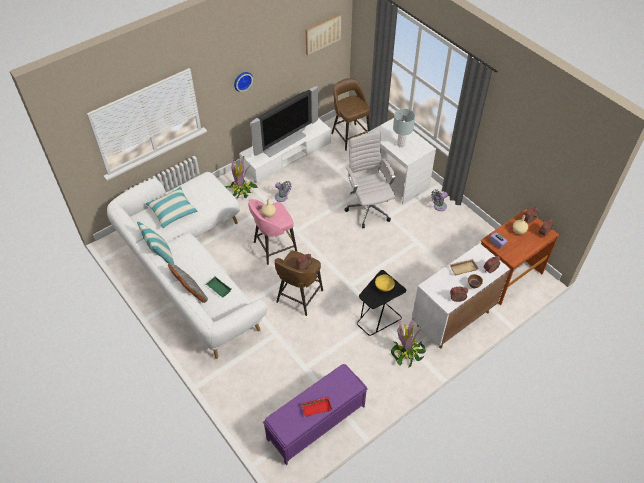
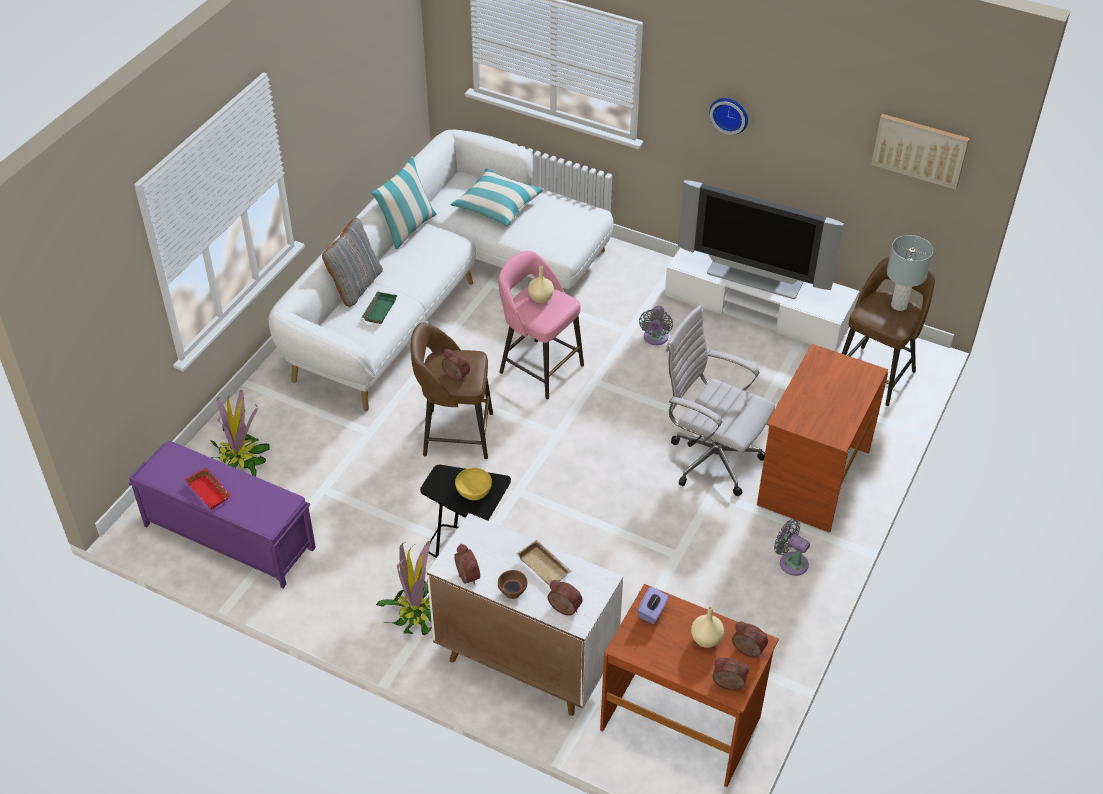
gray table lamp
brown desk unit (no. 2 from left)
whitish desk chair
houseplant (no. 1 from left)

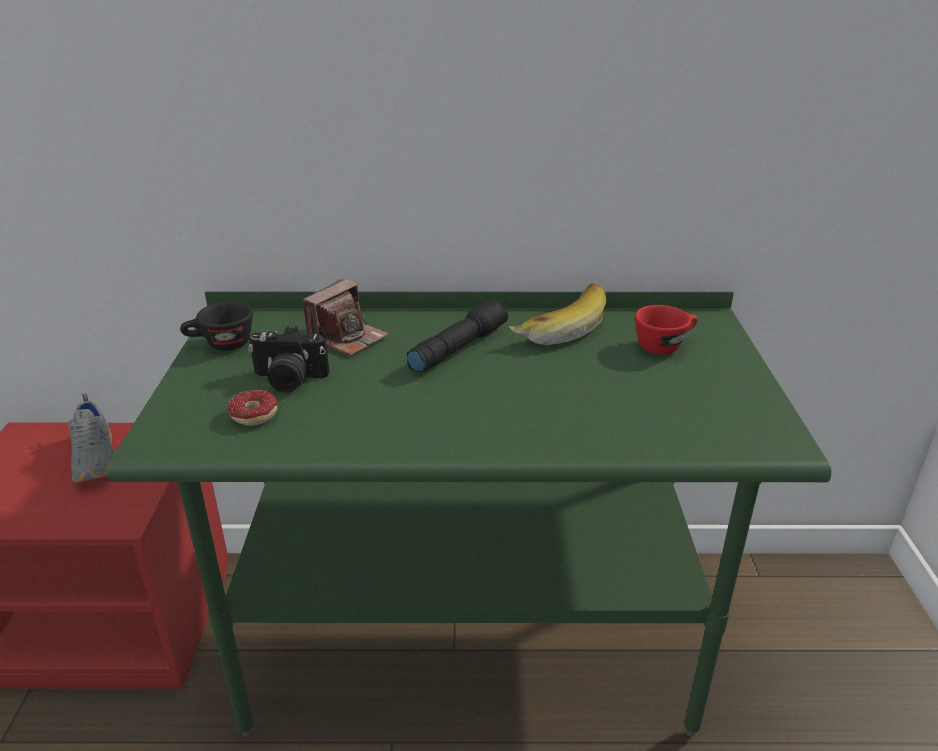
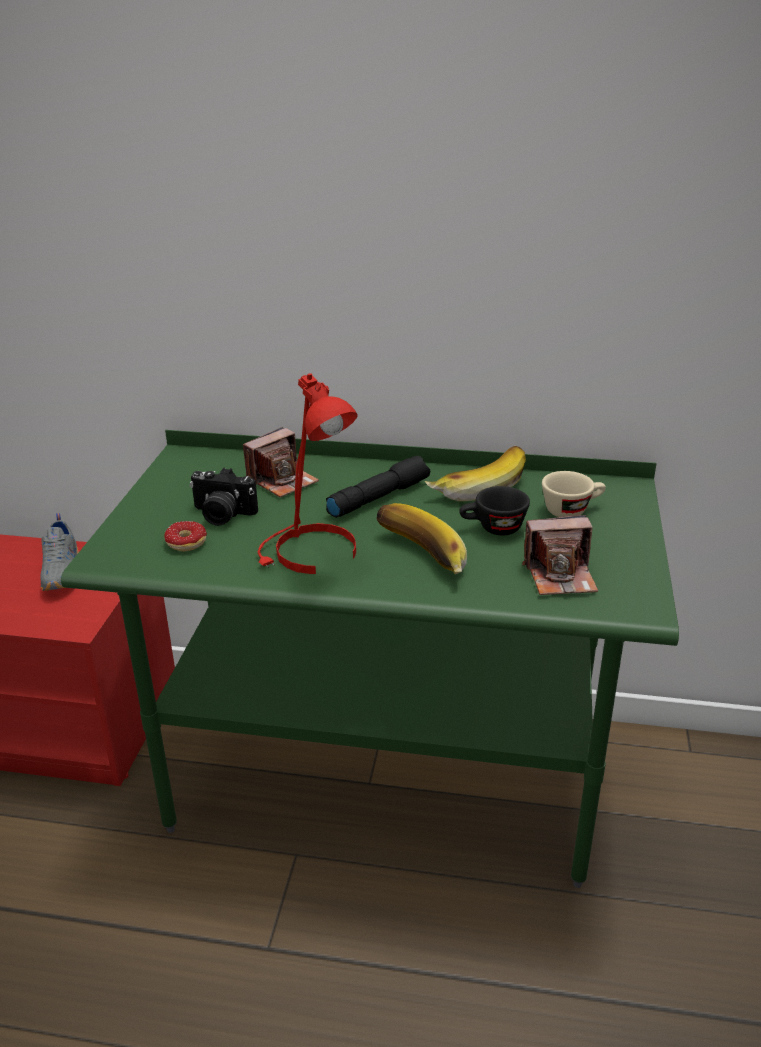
black small cup
beige-coloured small cup
reddish table lamp
banana fruit (no. 1 from left)
still camera (no. 3 from left)

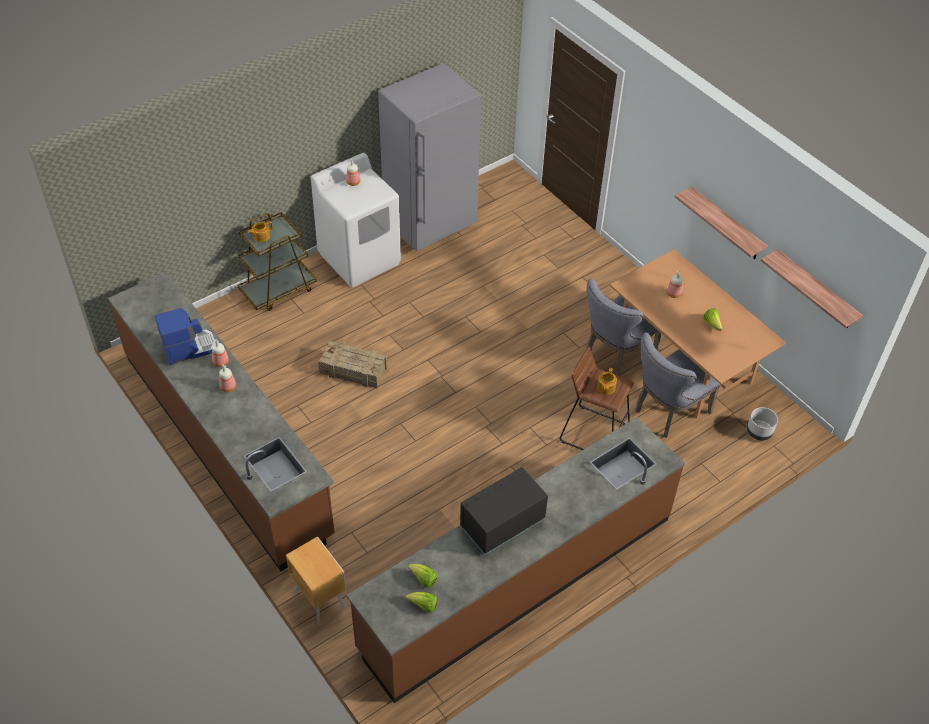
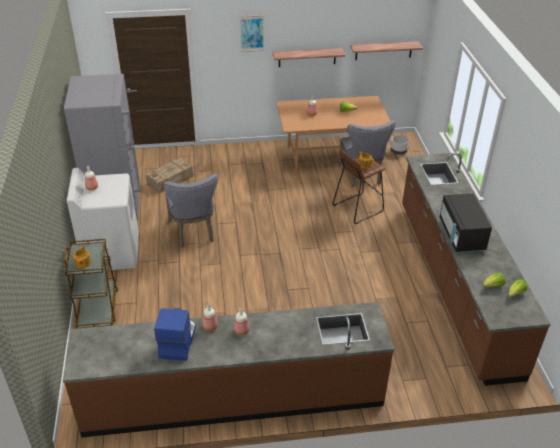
gray upright chair (no. 1 from left)
shipping crate
brown bedside table
picture

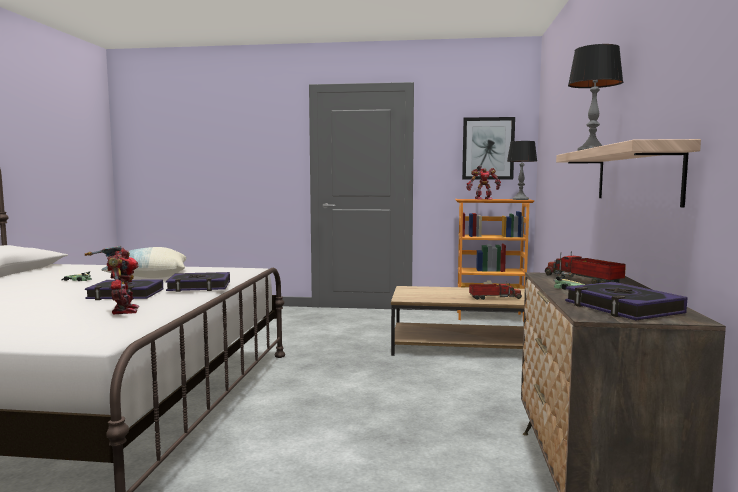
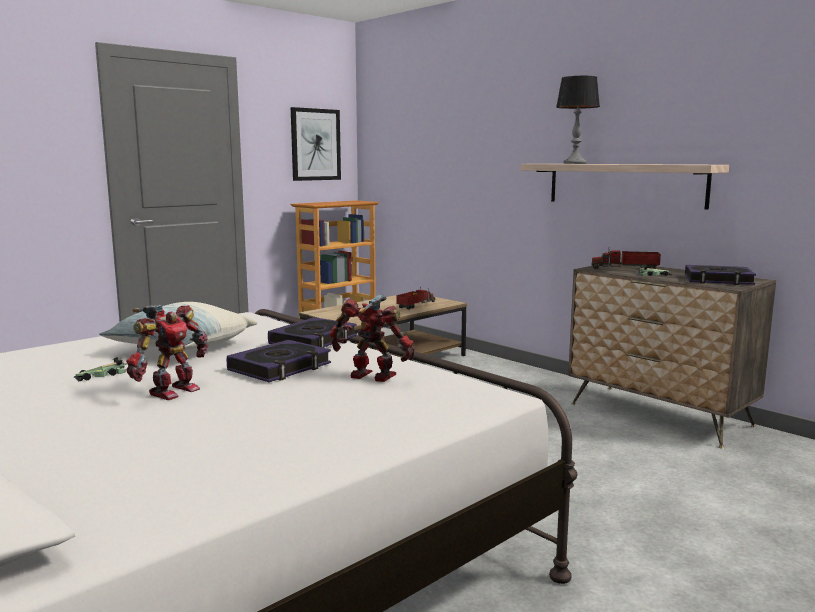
table lamp (no. 1 from left in the first image)
robot figure (no. 1 from left)

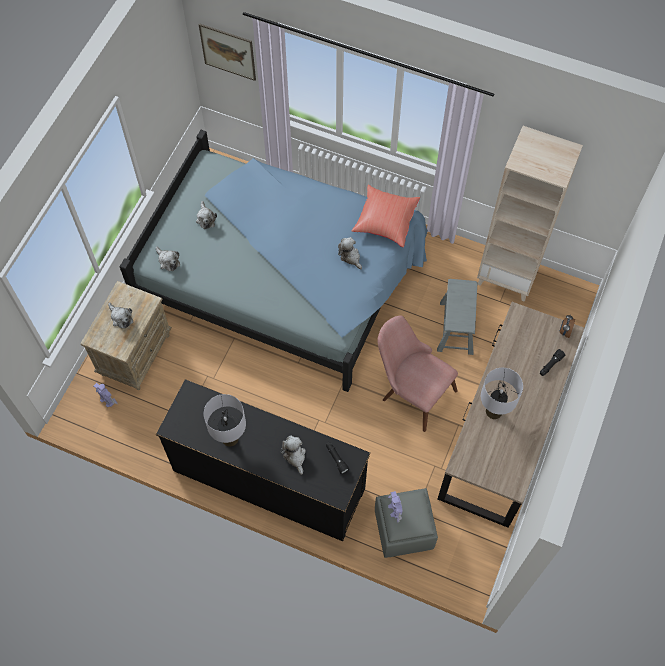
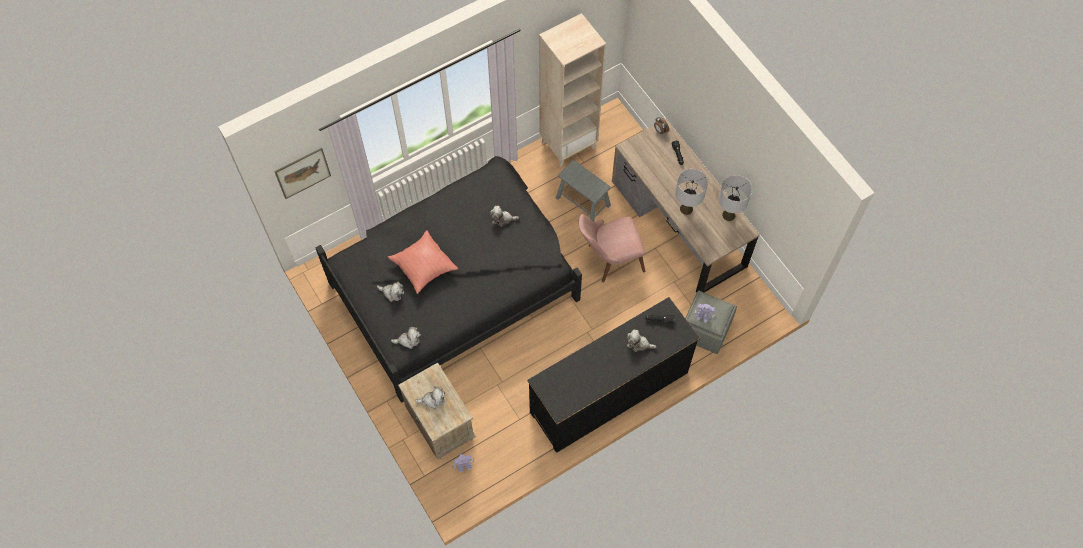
black sleeping bed
reddish throw pillow
gray table lamp (no. 2 from left)

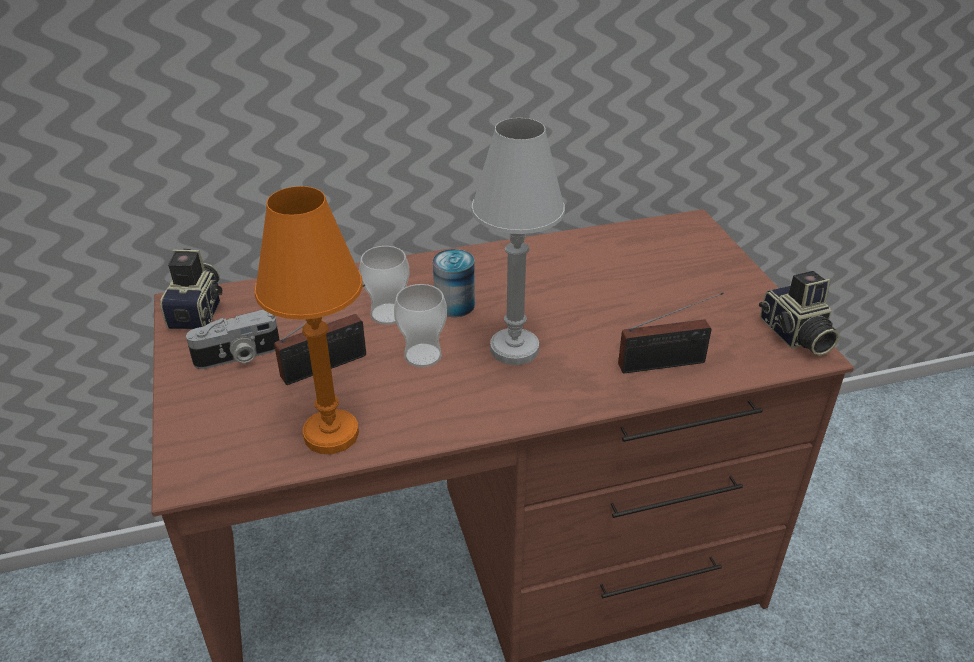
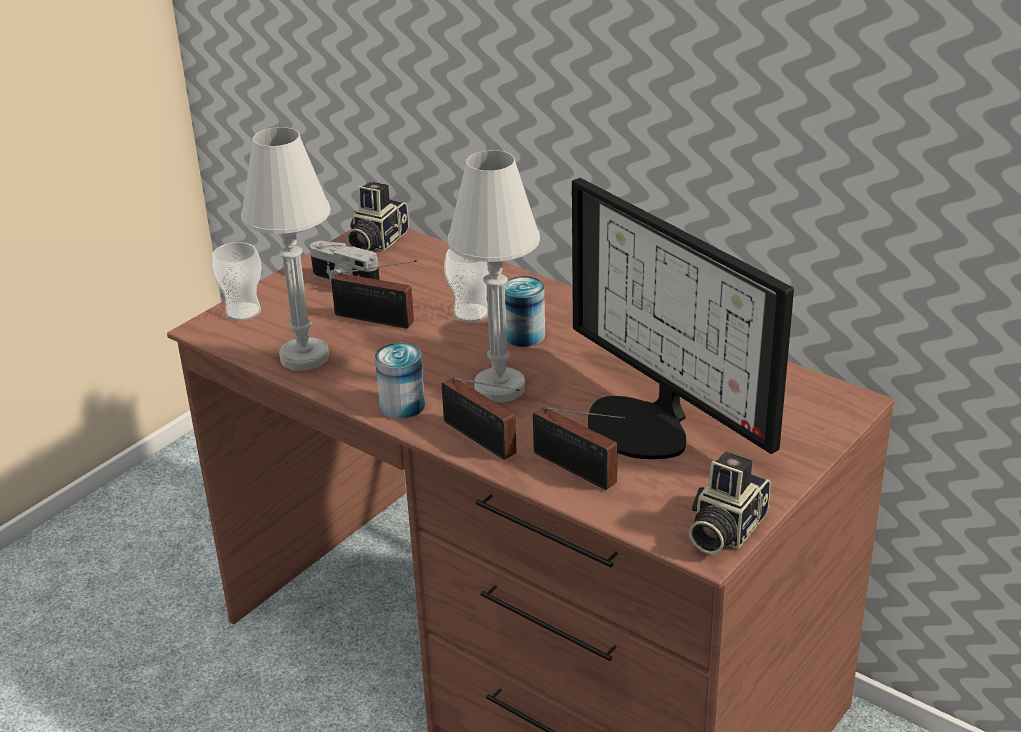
whitish table lamp (no. 1 from left)
still camera (no. 2 from left)
small cup (no. 1 from left)
computer screen
metal can (no. 1 from left)
radio receiver (no. 2 from left)

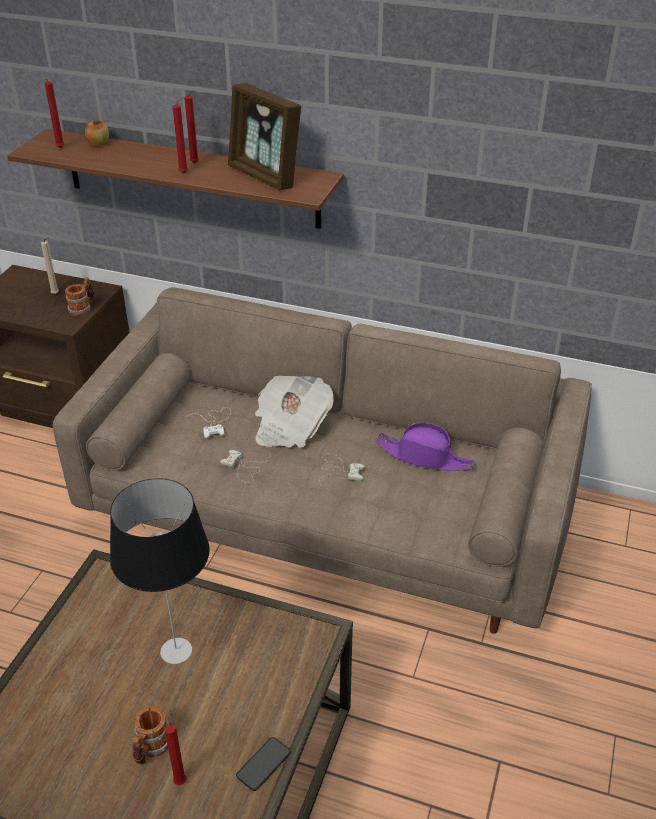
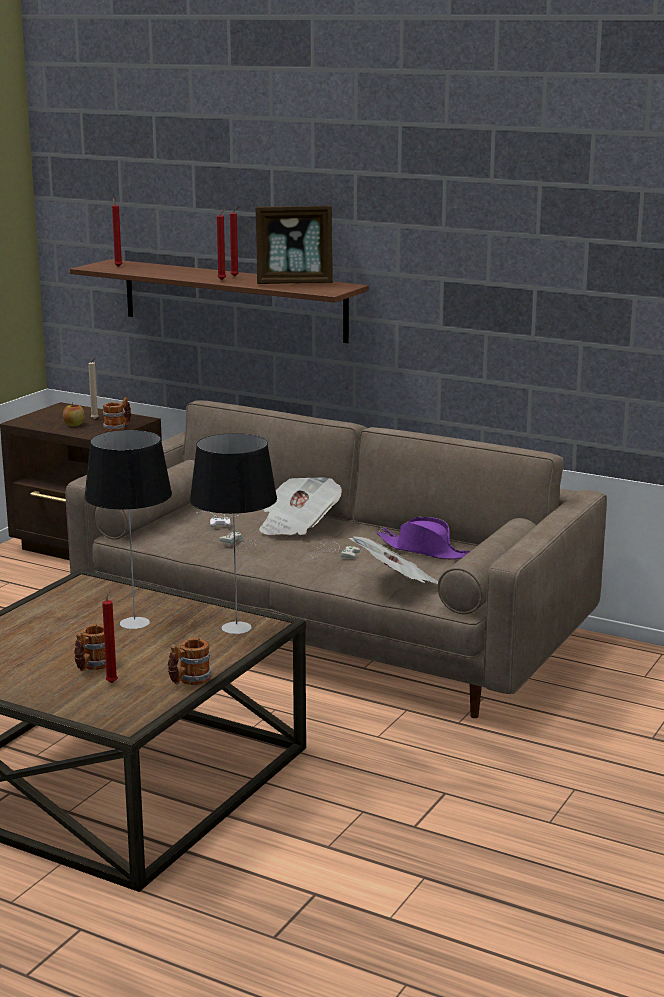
photo frame
whole apple
tea mug (no. 3 from left)
table lamp (no. 2 from left)
newspaper (no. 2 from left)

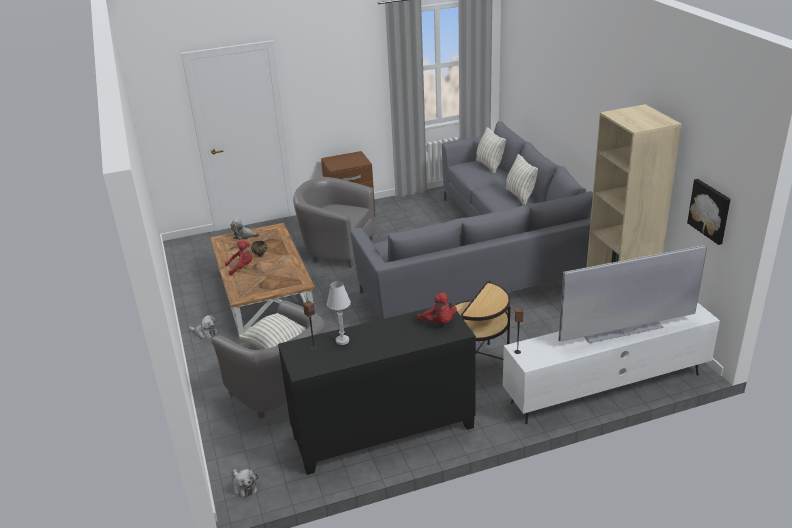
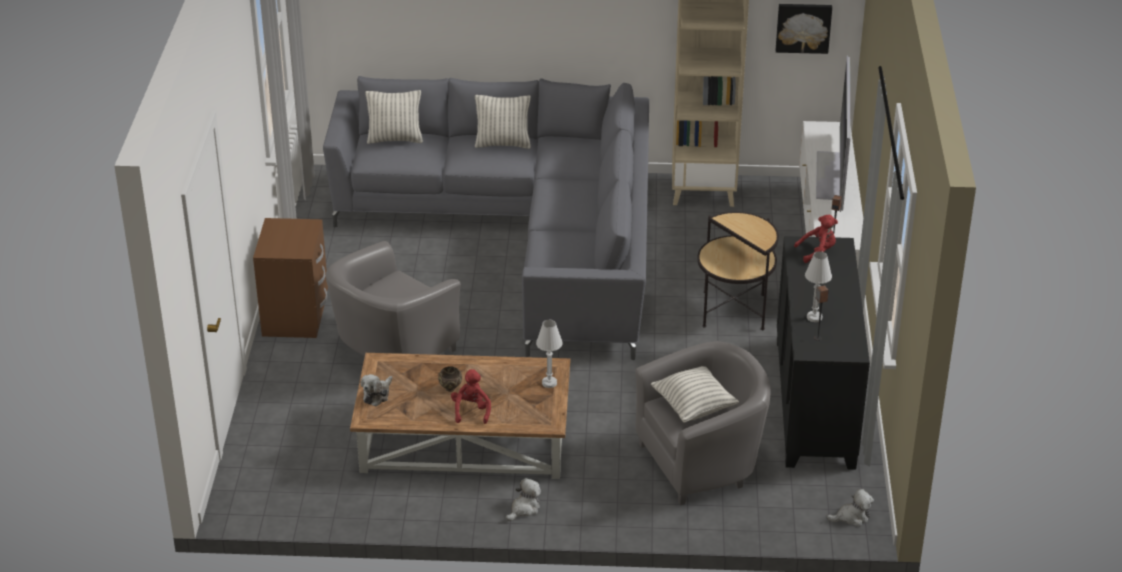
whitish table lamp (no. 1 from left)

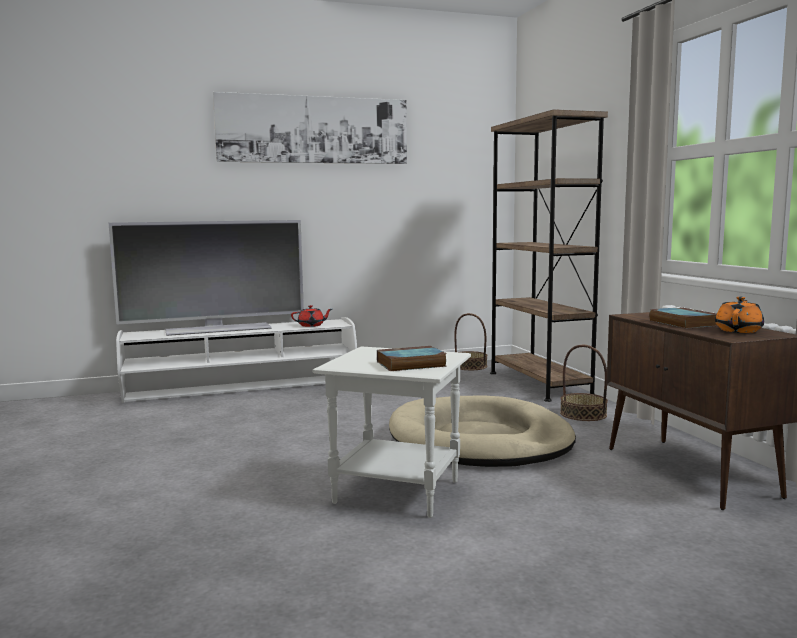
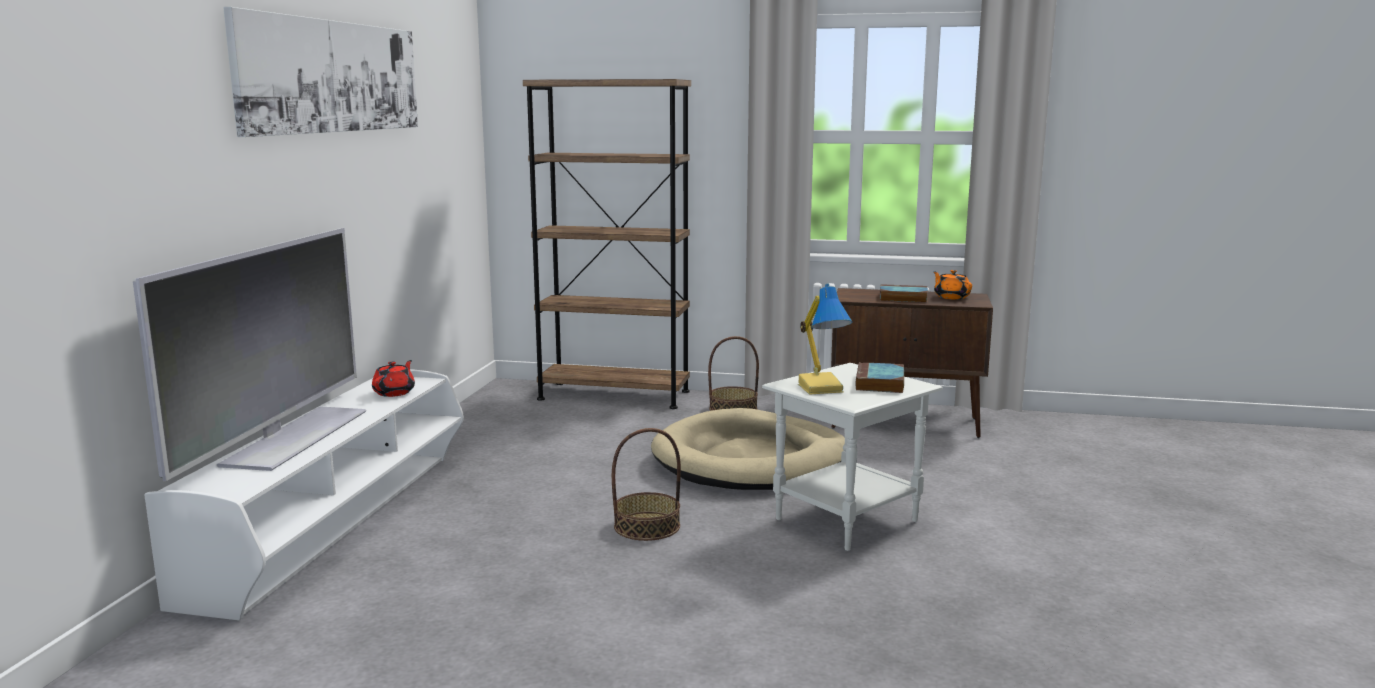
household basket (no. 1 from left)
table lamp

